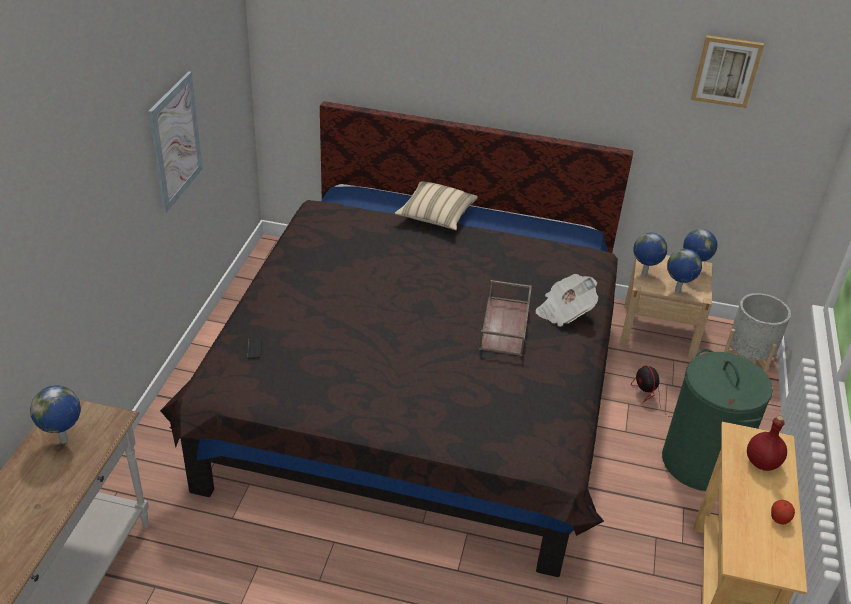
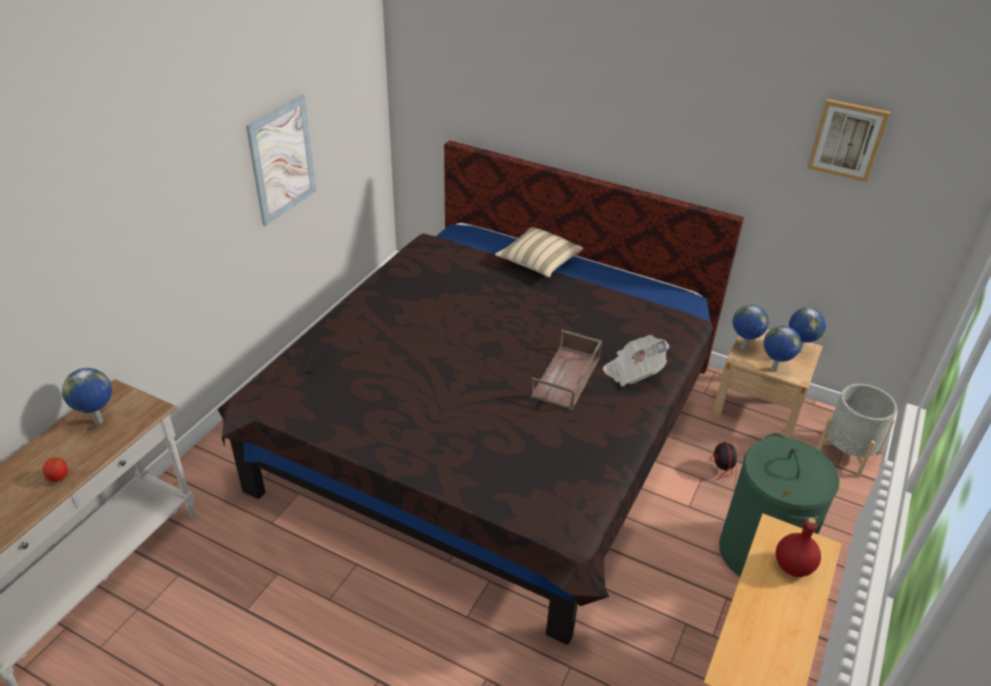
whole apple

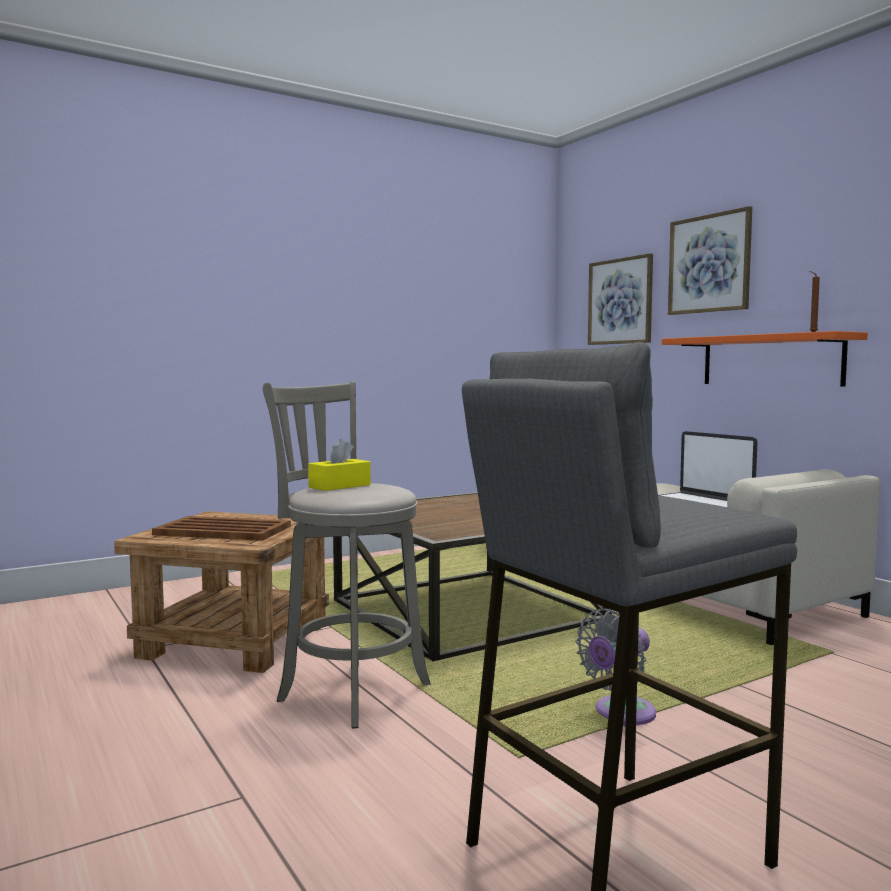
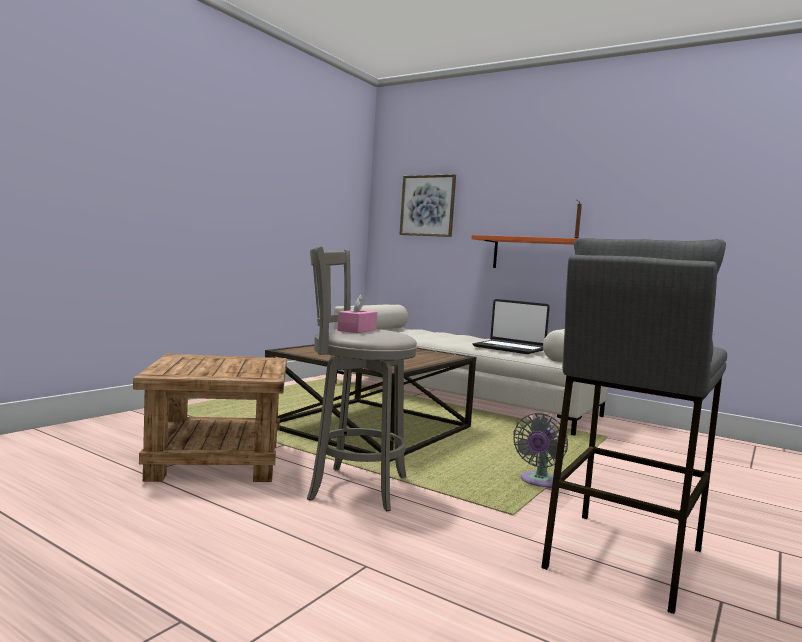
picture (no. 2 from left in the first image)
pinkish tissue box
brown carrying tray

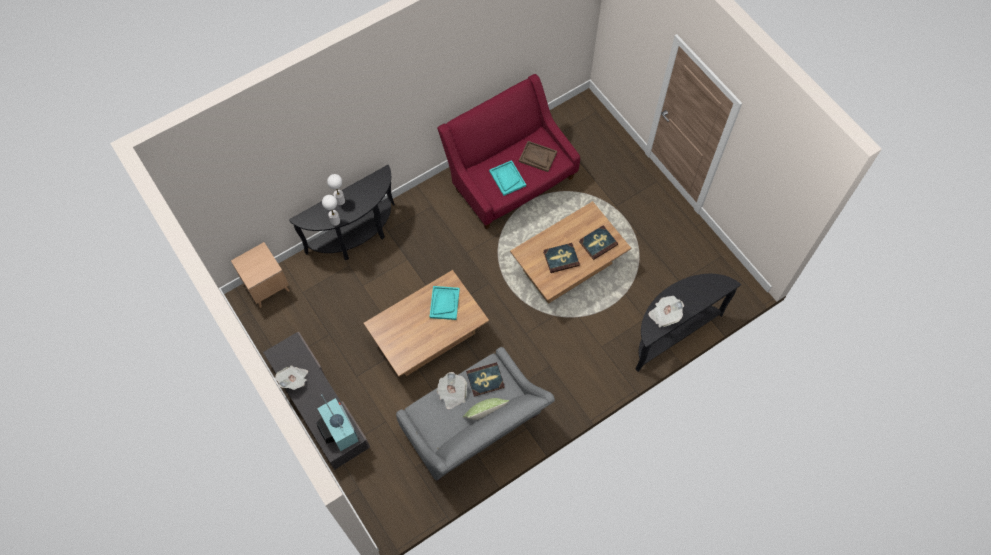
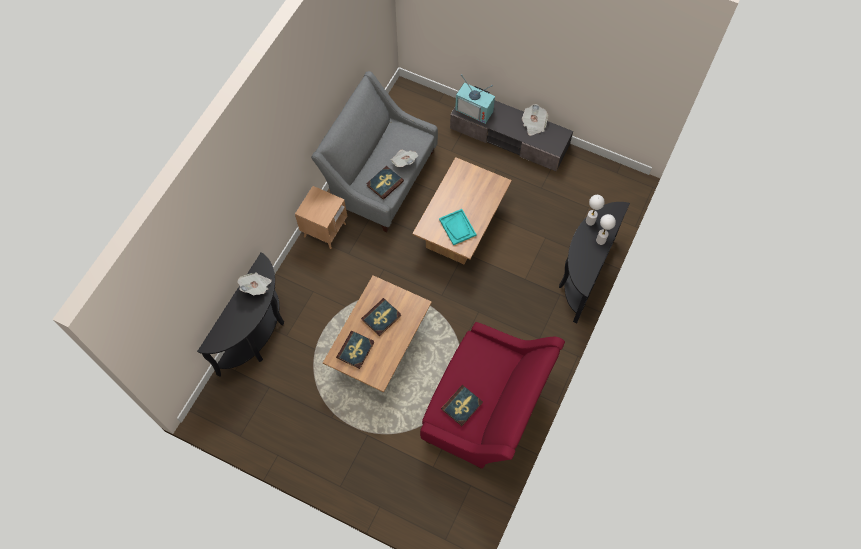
volume (no. 4 from left)
turquoise-coloured carrying tray (no. 2 from left in the first image)
brown side table
throw pillow

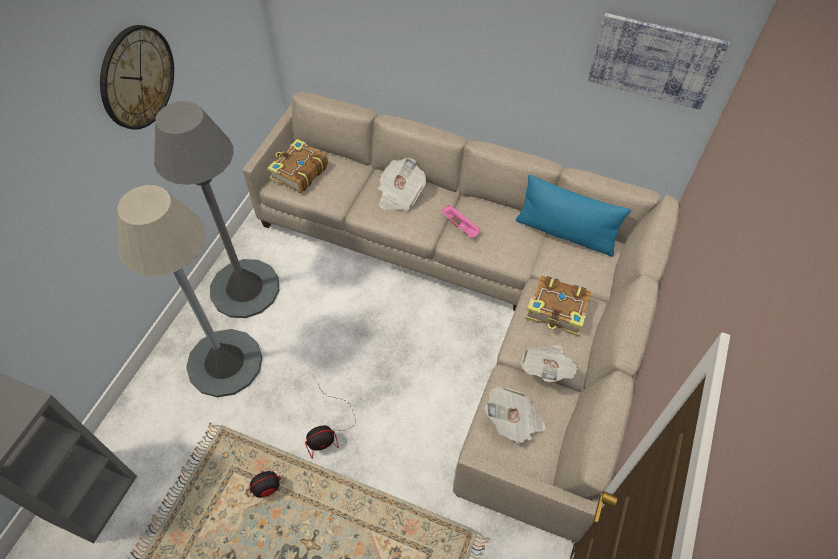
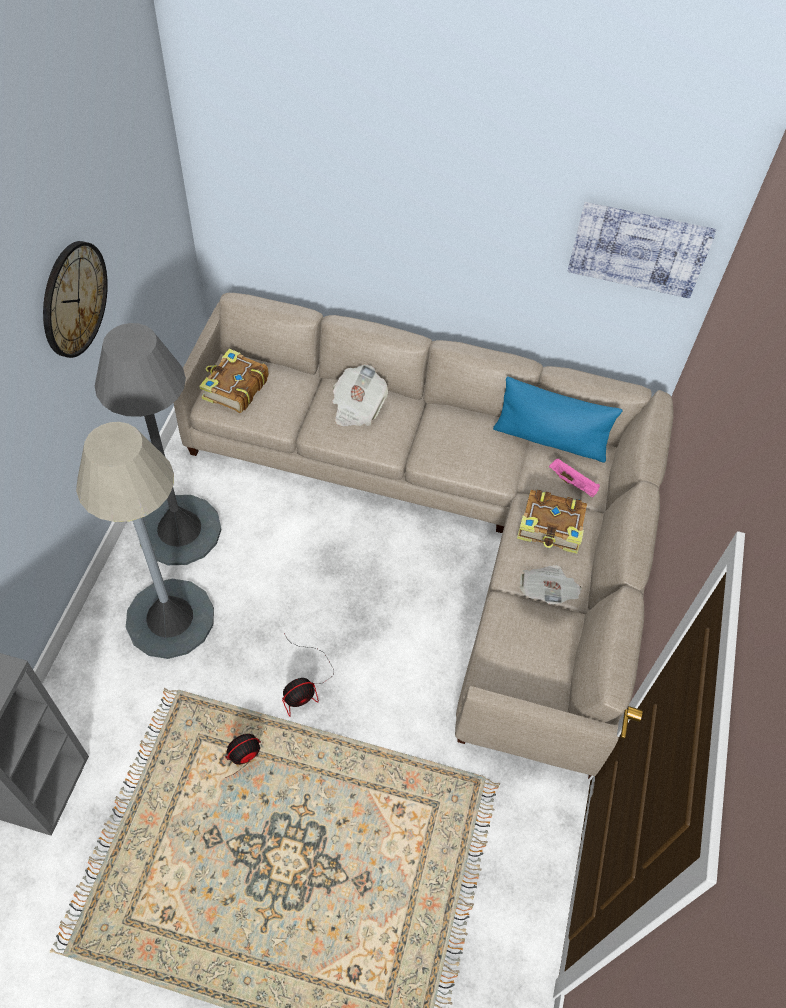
pinkish carrying tray
newspaper (no. 2 from left in the first image)

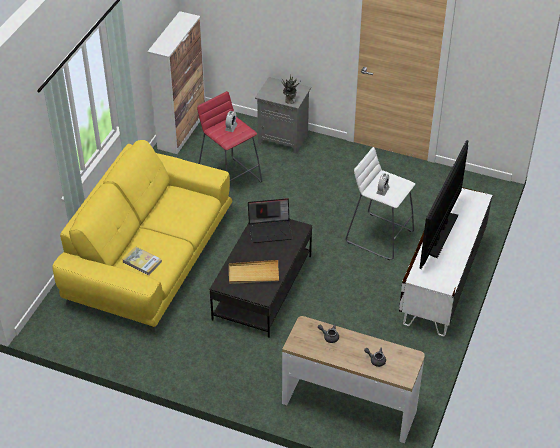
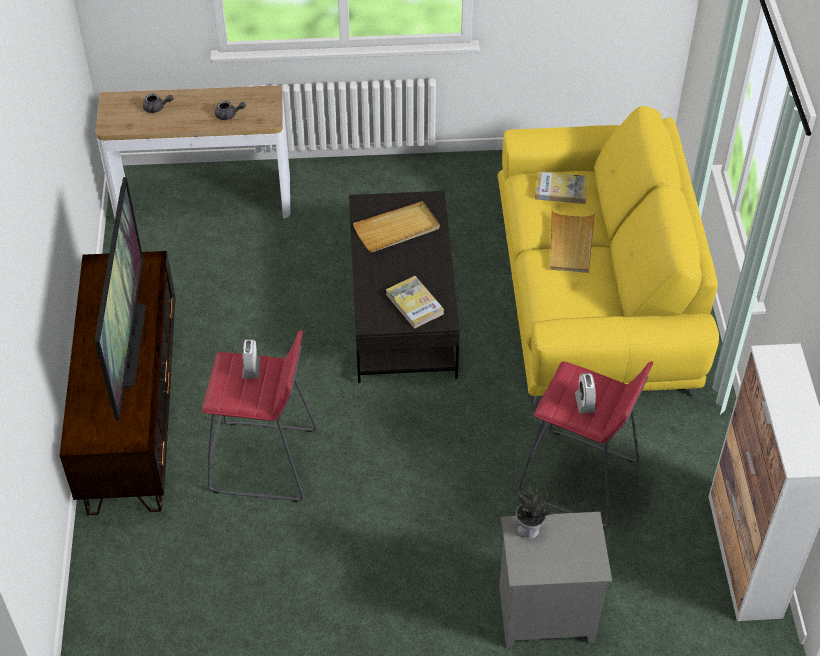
reddish stool (no. 1 from left)
brown media console
volume (no. 1 from left)
beige-coloured carrying tray (no. 2 from left)

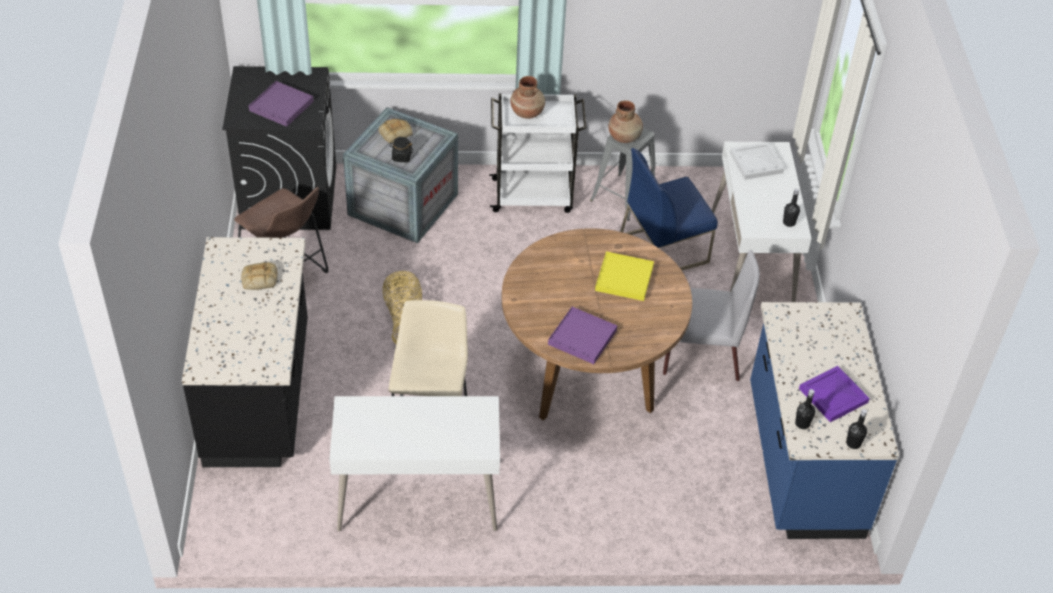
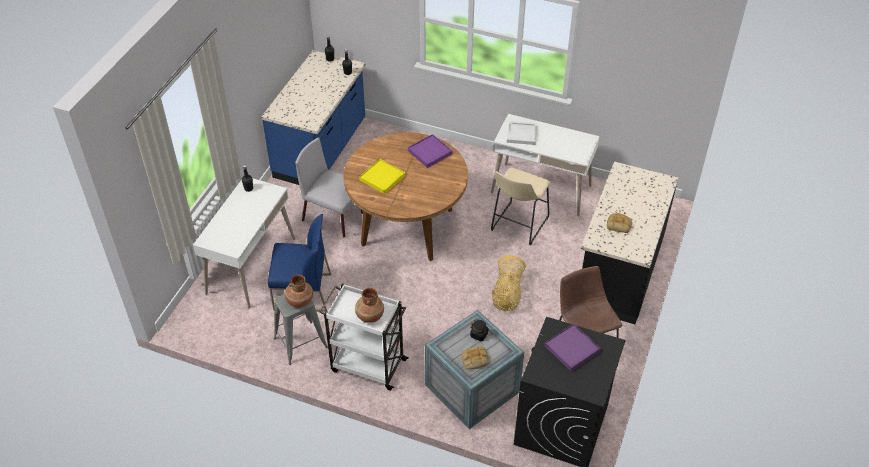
whitish carrying tray
purple-coloured carrying tray (no. 3 from left in the first image)

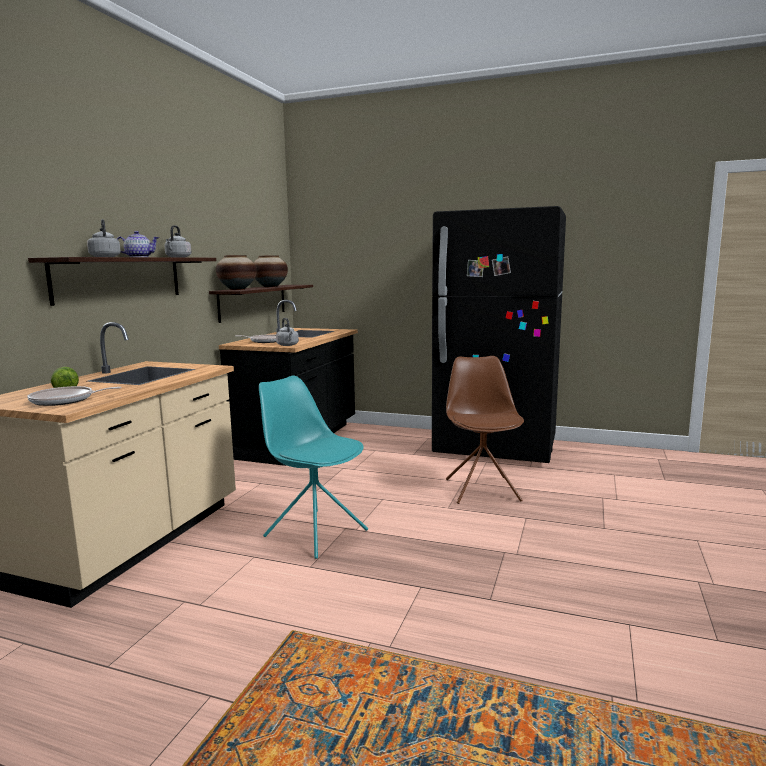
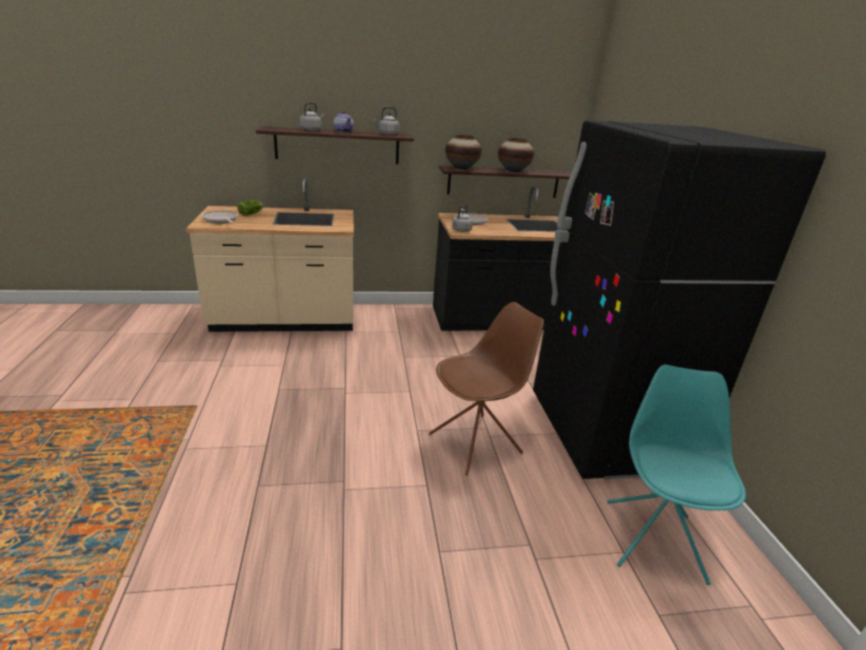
turquoise-coloured upright chair

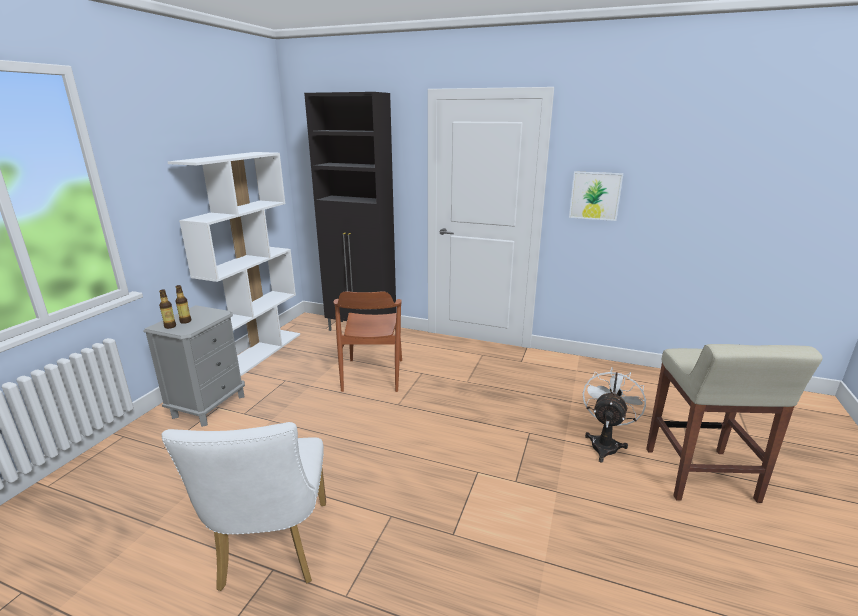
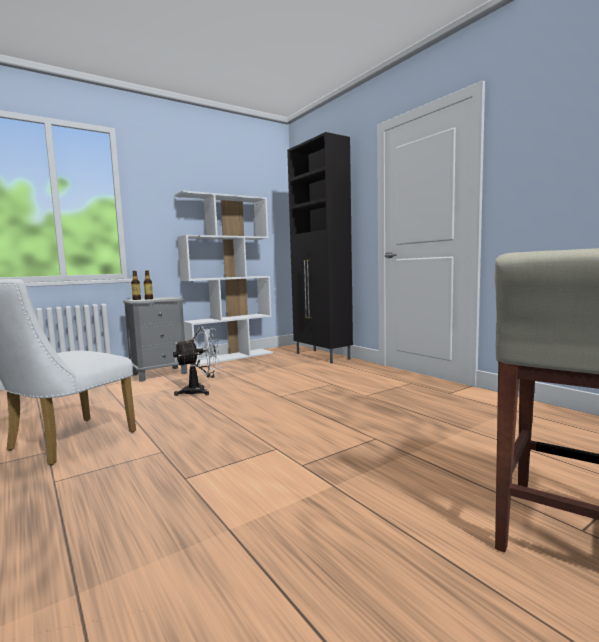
picture
brown upright chair
whitish fan

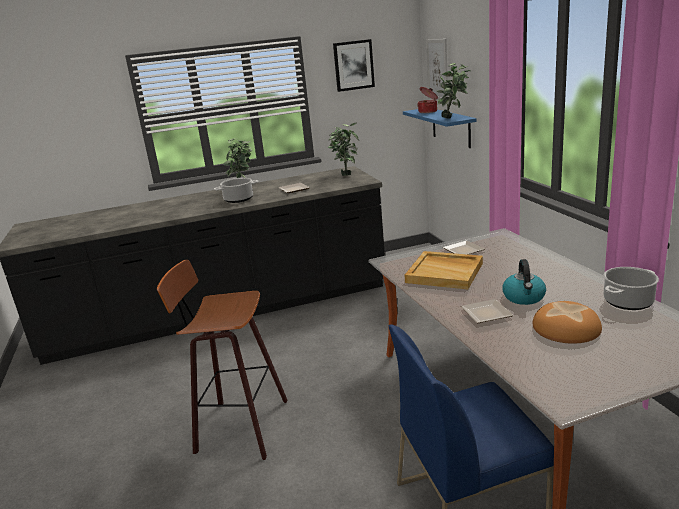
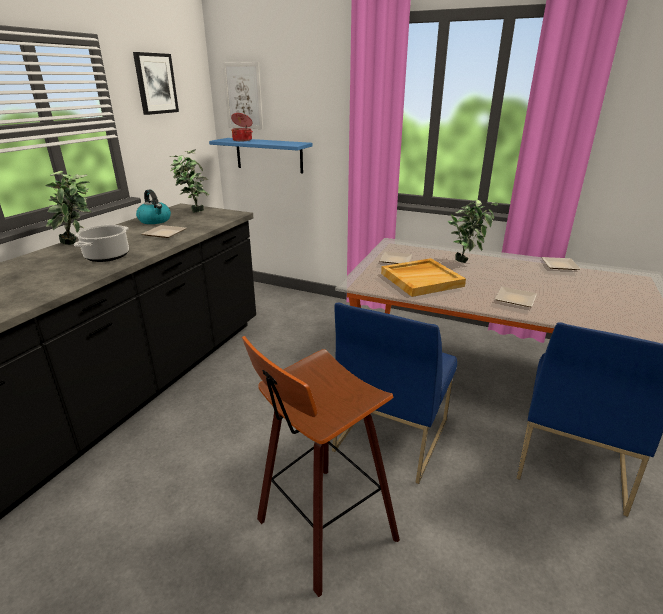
houseplant (no. 3 from left)
kettle
plate (no. 4 from left)
bread
bluish upright chair (no. 1 from left)

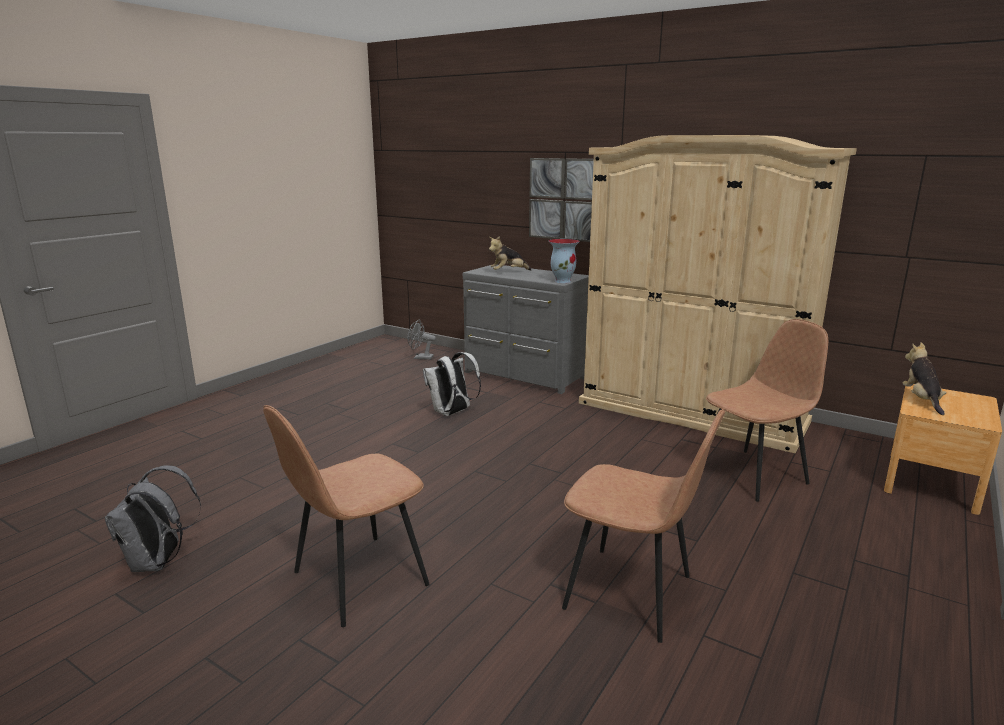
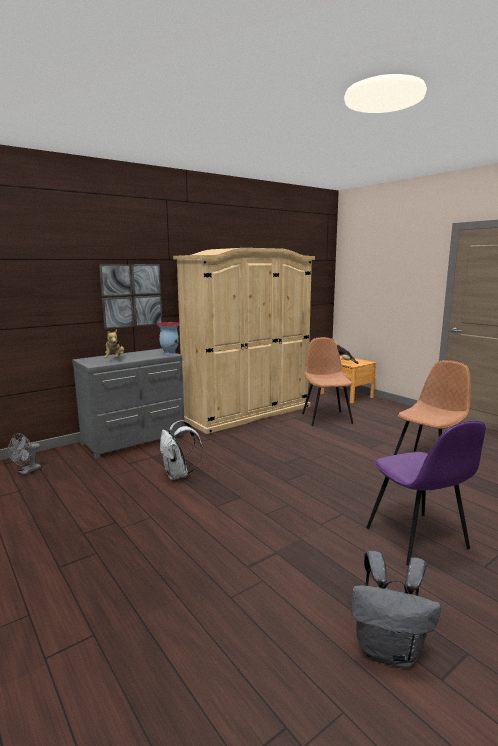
purple-coloured upright chair

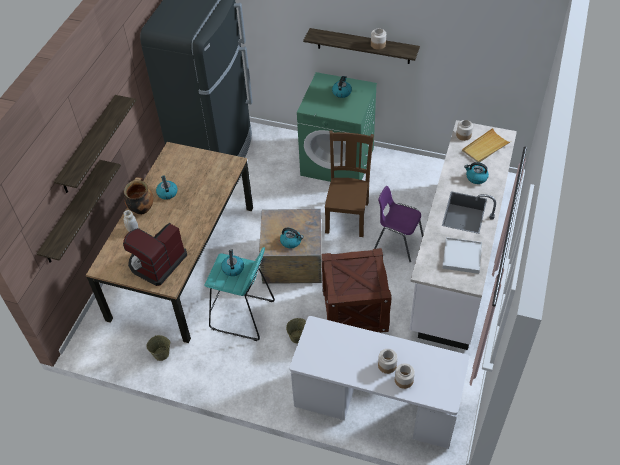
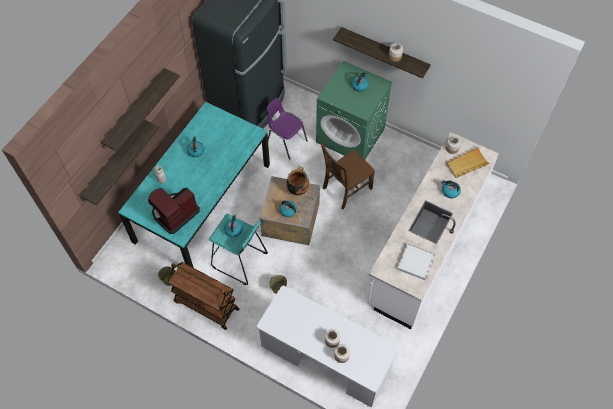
brown upright chair
turquoise-coloured kitchen table
cooking pot
purple-coloured upright chair
shipping crate (no. 2 from left in the first image)
brown trolley

